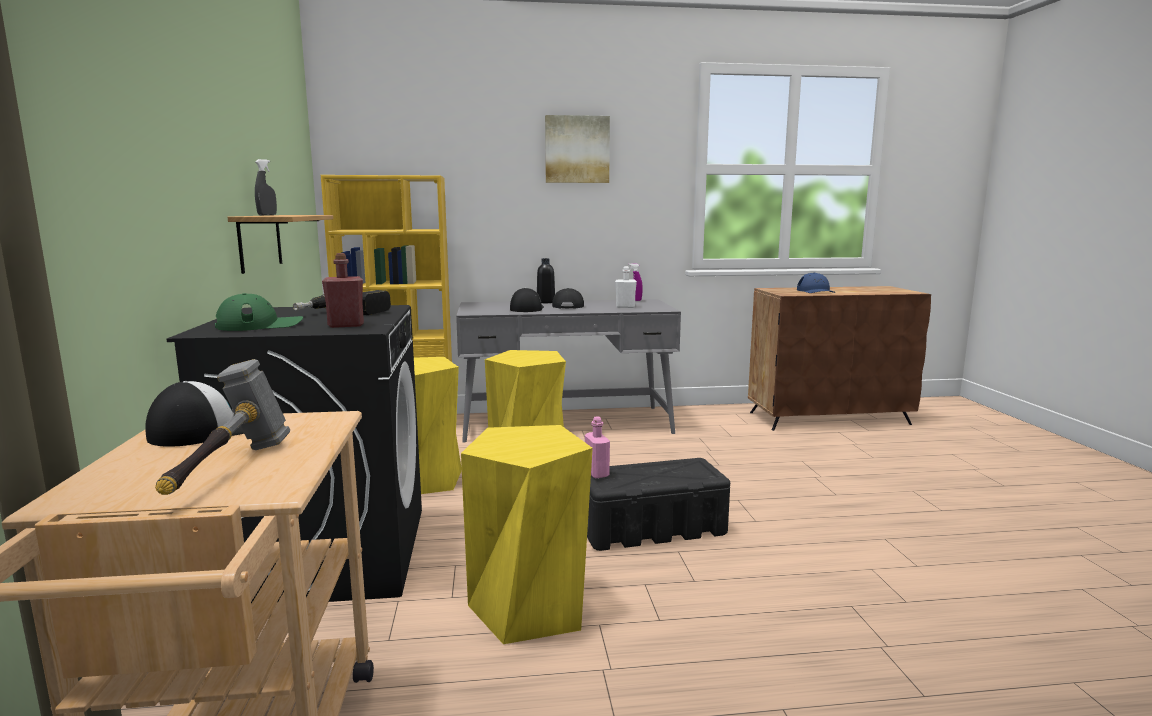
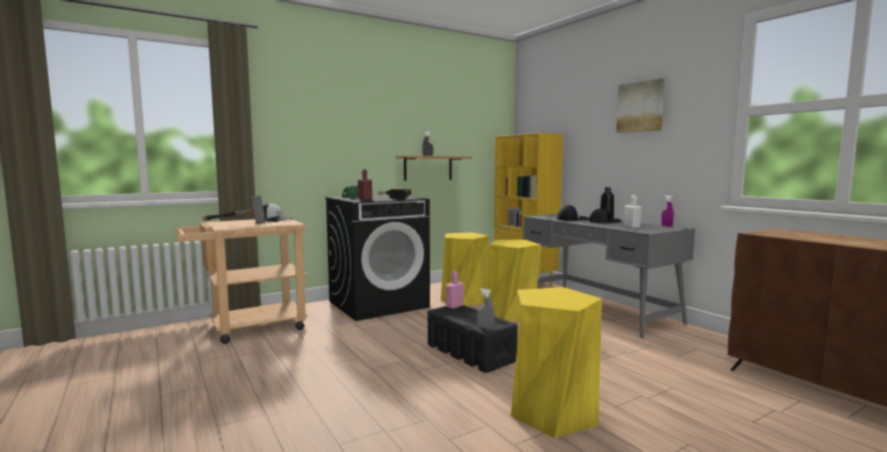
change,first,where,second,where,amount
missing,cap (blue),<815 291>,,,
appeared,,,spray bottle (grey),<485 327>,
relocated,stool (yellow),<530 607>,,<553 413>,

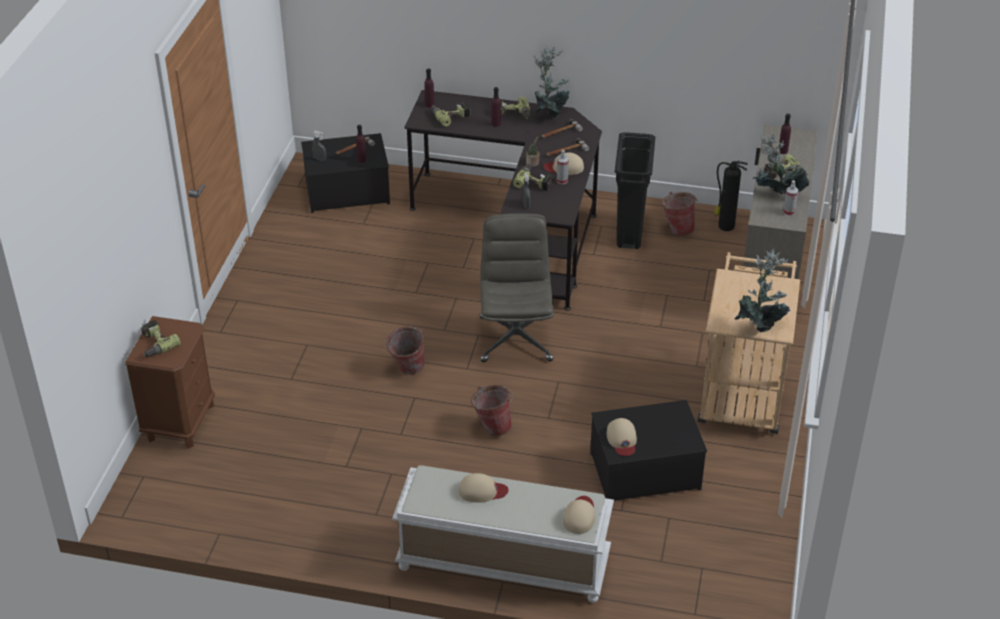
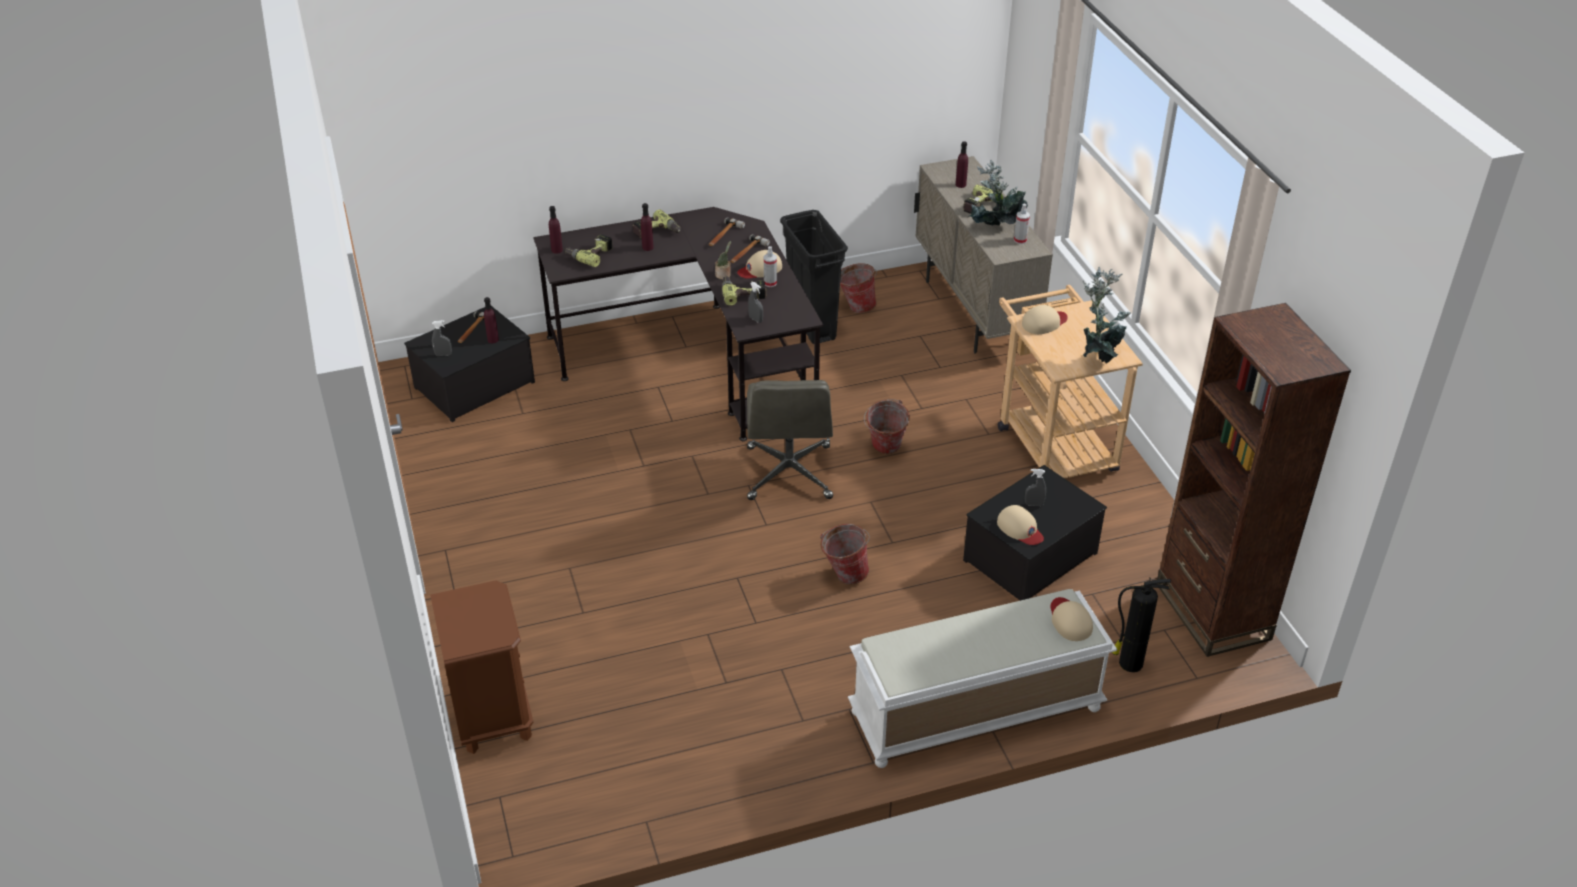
change,first,where,second,where,amount
missing,power drill,<154 344>,,,
missing,potted plant,<550 114>,,,
appeared,,,spray bottle (grey),<1034 504>,
appeared,,,bookcase (brown),<1212 611>,
relocated,bucket,<406 369>,,<884 450>,
relocated,cap (beige),<482 491>,,<1044 322>,
relocated,fire extinguisher,<725 226>,,<1129 663>,
spun,office chair (grey),<515 338>,,<789 474>,150 degrees counterclockwise

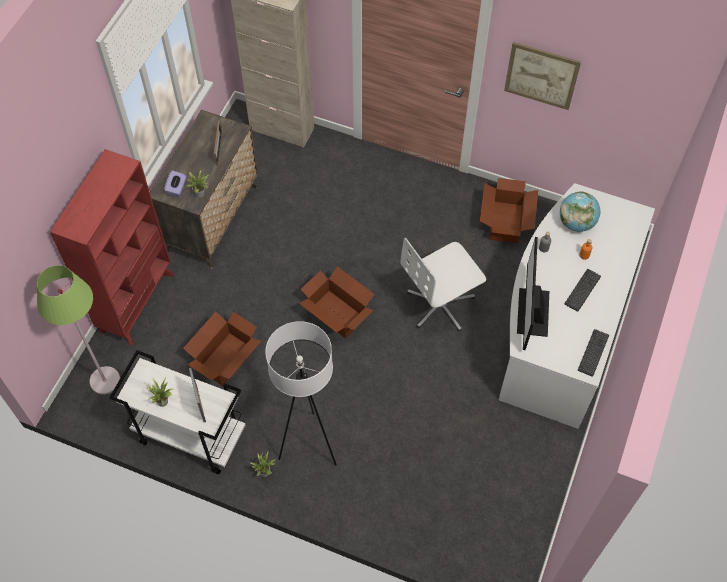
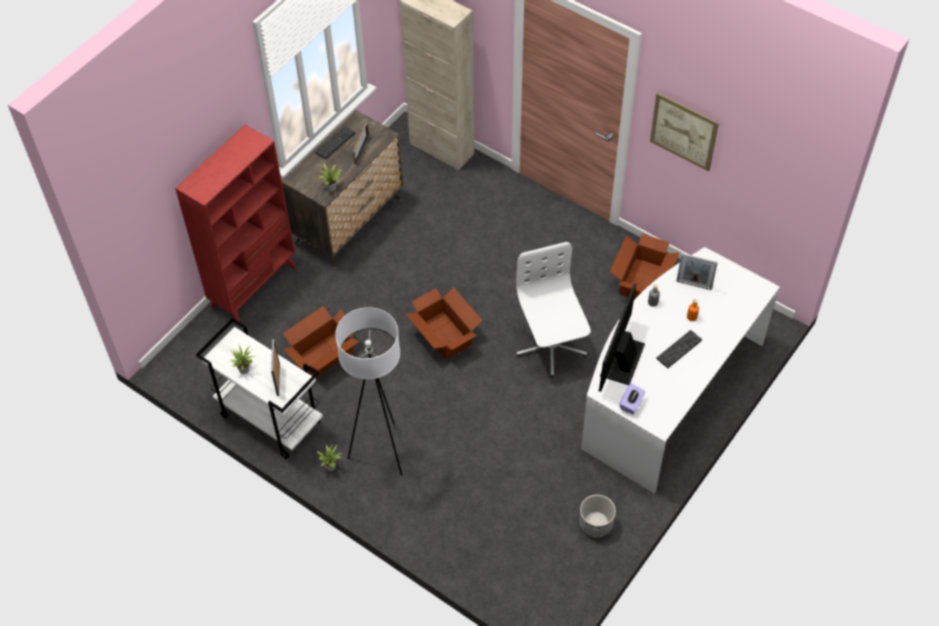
change,first,where,second,where,amount
missing,floor lamp (green),<105 380>,,,
appeared,,,planter,<595 524>,
relocated,tissue box (purple),<177 189>,,<631 404>,
relocated,keyboard,<593 353>,,<335 143>,
exchanged,globe,<576 223>,picture frame,<694 285>,
spun,office chair (white),<440 305>,,<551 347>,90 degrees clockwise

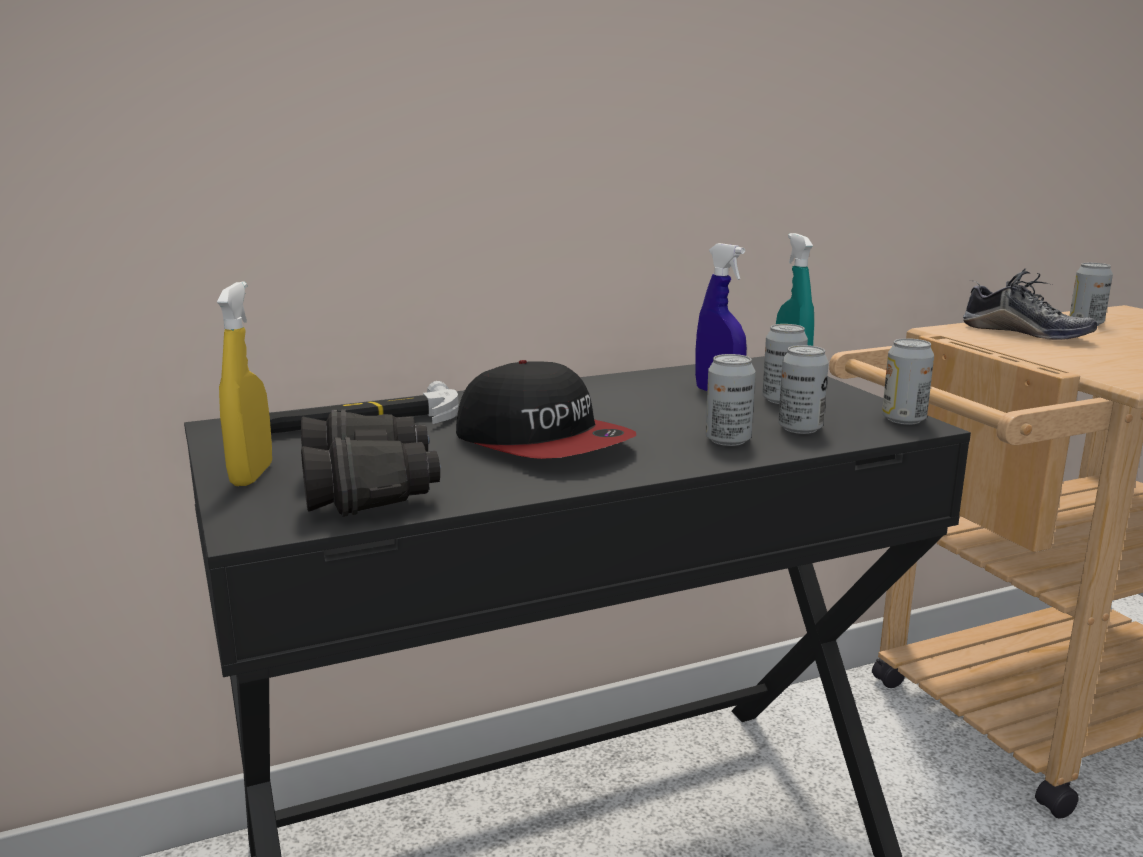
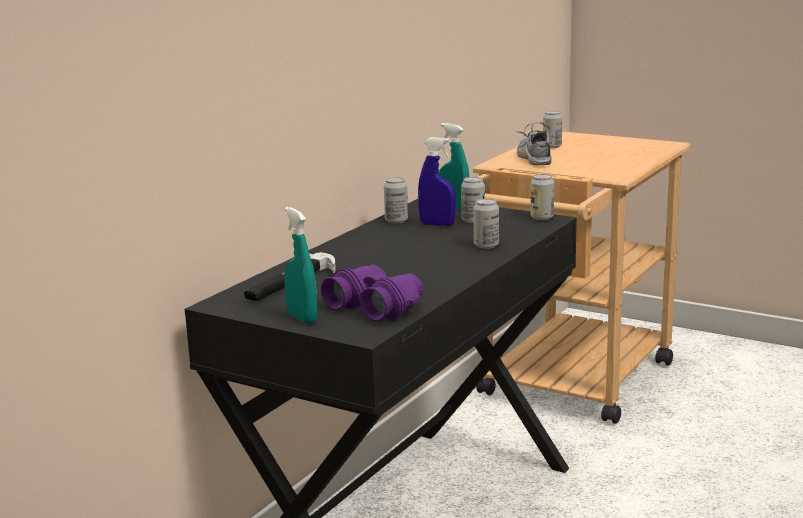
change,first,where,second,where,amount
missing,cap,<543 441>,,,
relocated,can,<800 428>,,<396 221>,
colour,spray bottle (yellow),<252 475>,spray bottle (turquoise),<302 318>,
colour,binoculars (black),<370 489>,binoculars (purple),<375 307>,
spun,shoe,<1025 333>,,<534 158>,105 degrees counterclockwise

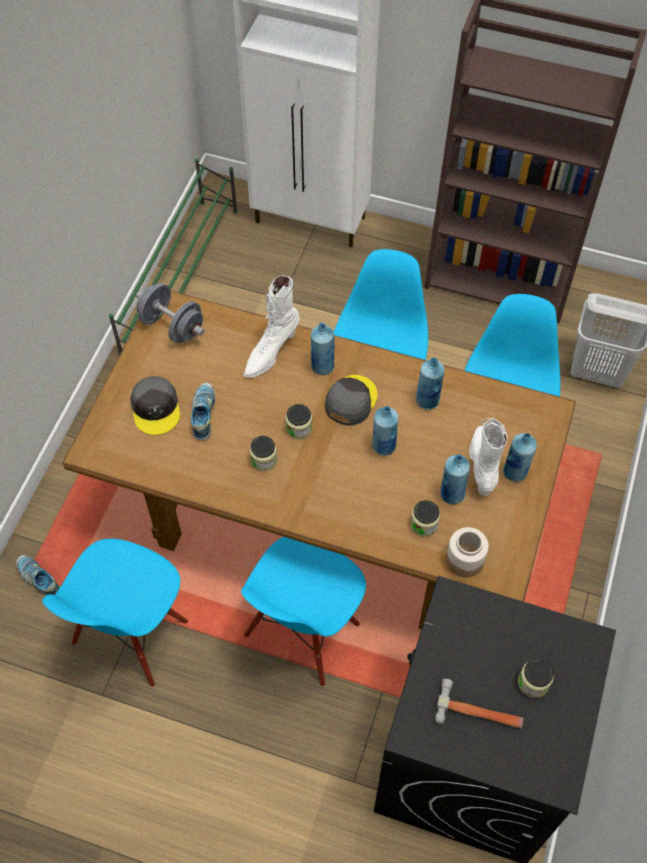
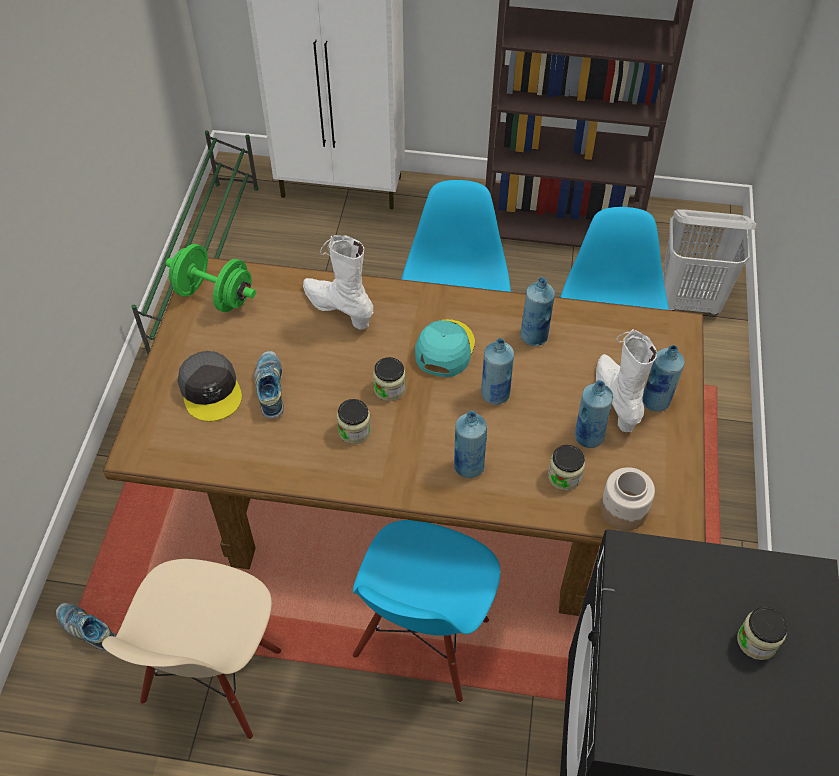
change,first,where,second,where,amount
missing,hammer,<479 713>,,,
relocated,bottle (blue),<322 366>,,<468 466>,
colour,chair (blue),<131 635>,chair (beige),<213 679>,
colour,dumbbell (grey),<172 326>,dumbbell (green),<214 296>,
colour,cap (grey),<350 401>,cap (turquoise),<444 349>,
spun,boot (white),<271 352>,,<338 309>,105 degrees clockwise

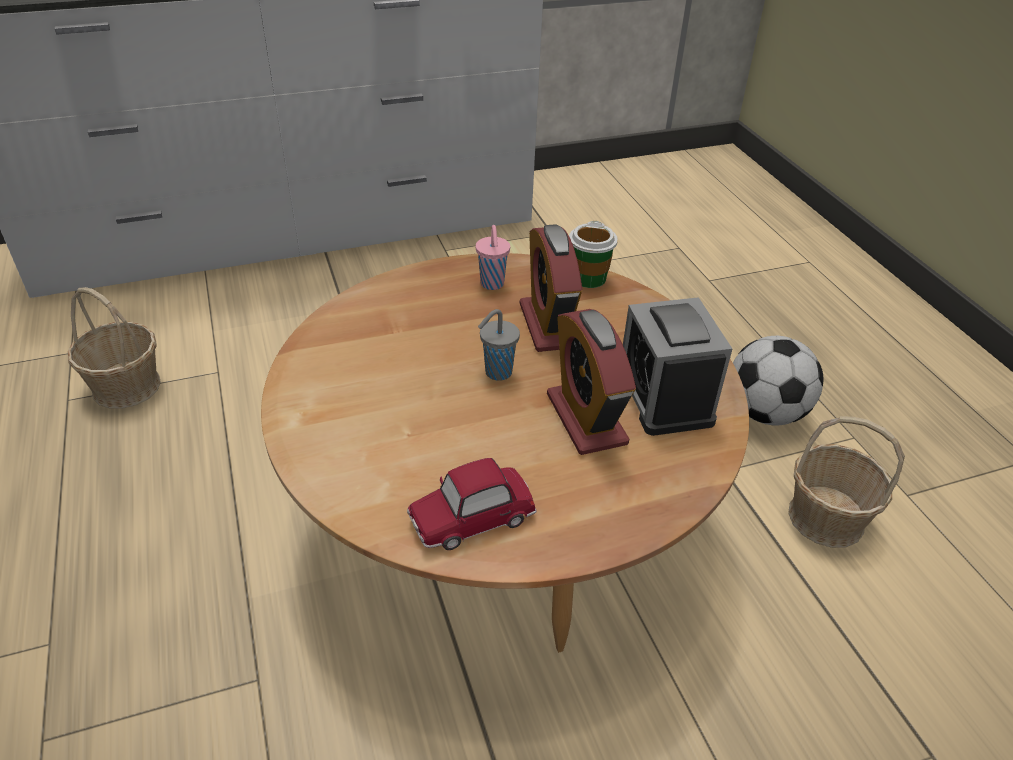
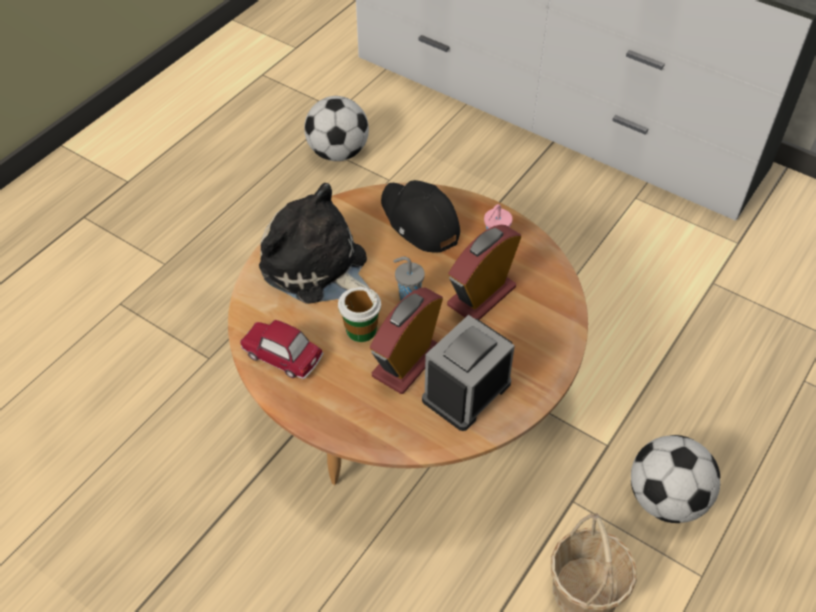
change,first,where,second,where,amount
appeared,,,plush toy,<318 269>,
appeared,,,cap (black),<419 222>,
relocated,cup,<588 278>,,<361 330>,
exchanged,basket,<126 386>,football,<338 153>,

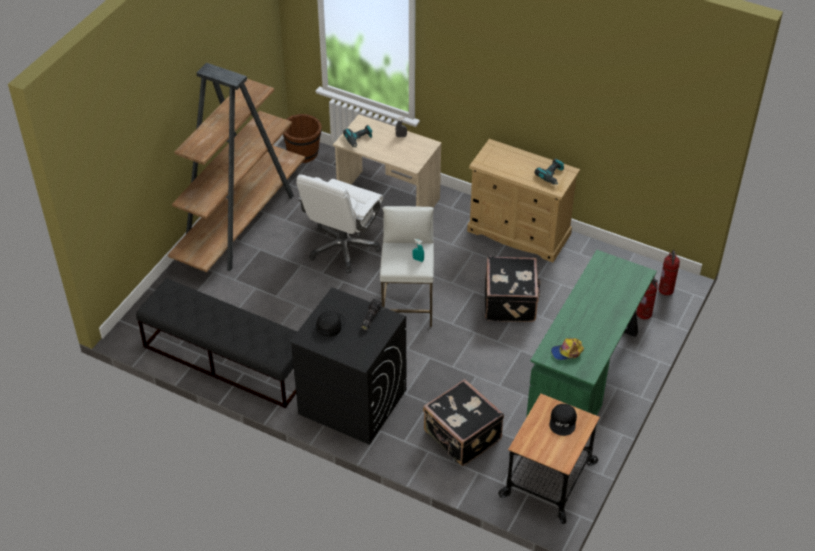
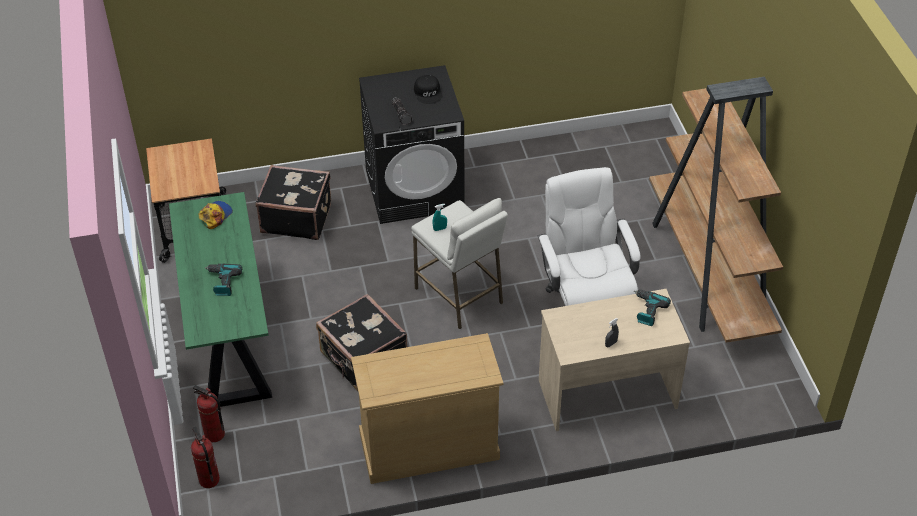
change,first,where,second,where,amount
missing,bench (black),<226 359>,,,
missing,bucket (brown),<303 153>,,,
missing,cap (black),<563 421>,,,
relocated,power drill,<552 175>,,<222 282>,

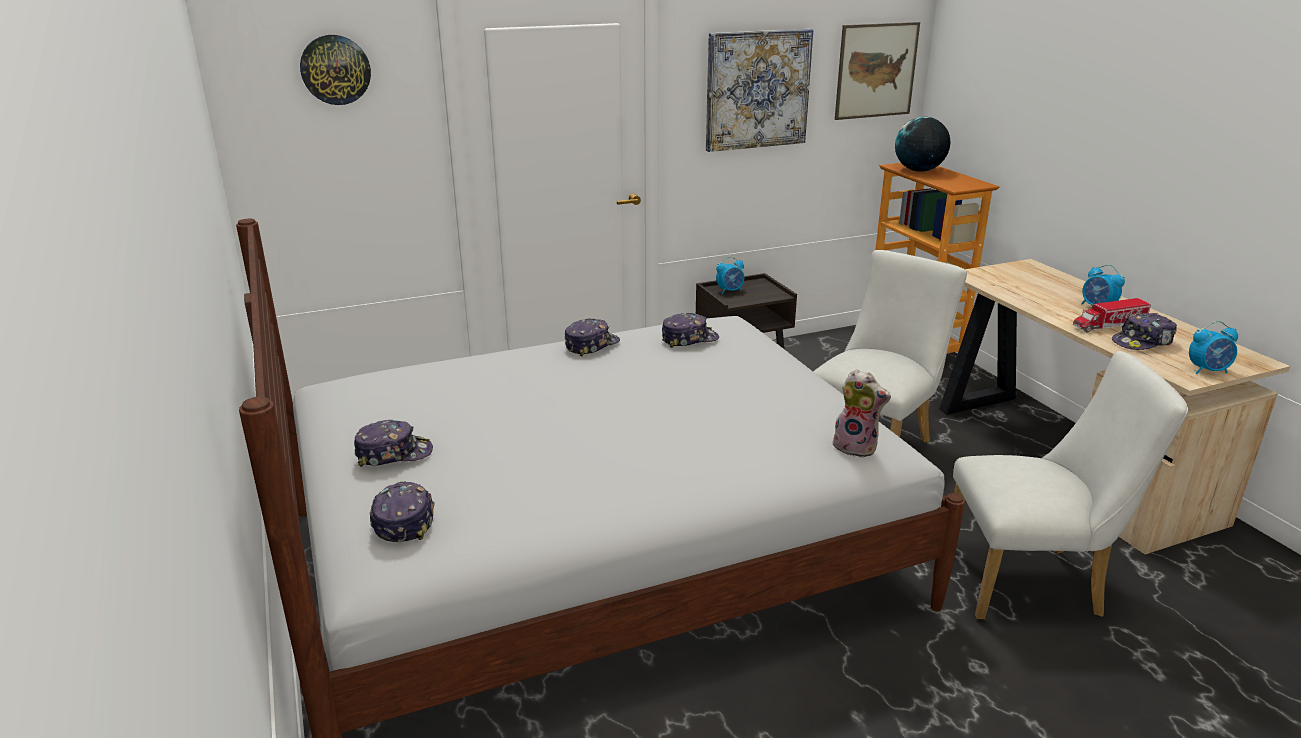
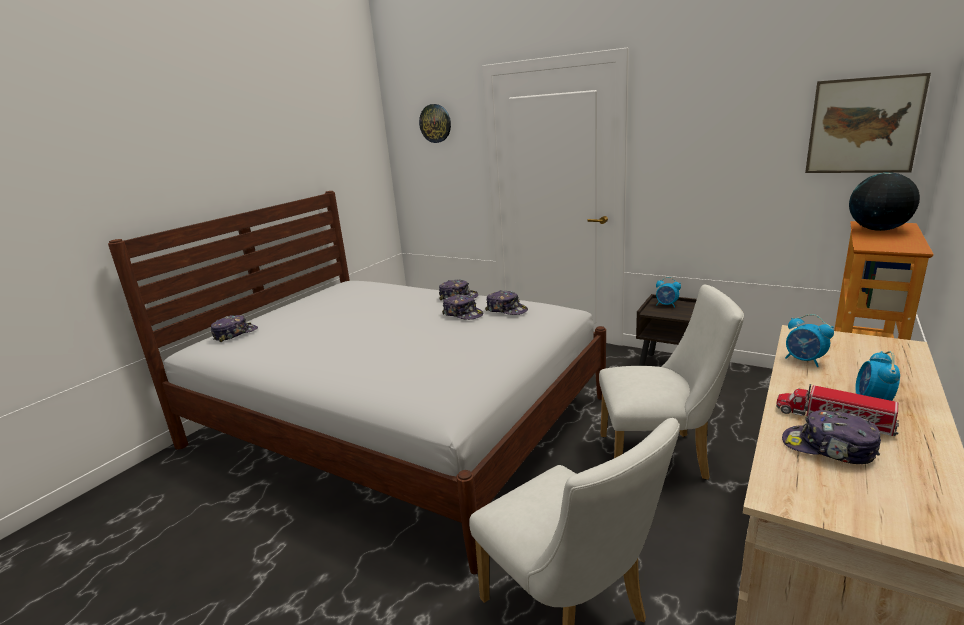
change,first,where,second,where,amount
missing,picture,<757 89>,,,
missing,plush toy,<856 447>,,,
relocated,cap,<394 453>,,<463 314>,
relocated,alarm clock,<1208 370>,,<804 360>,

